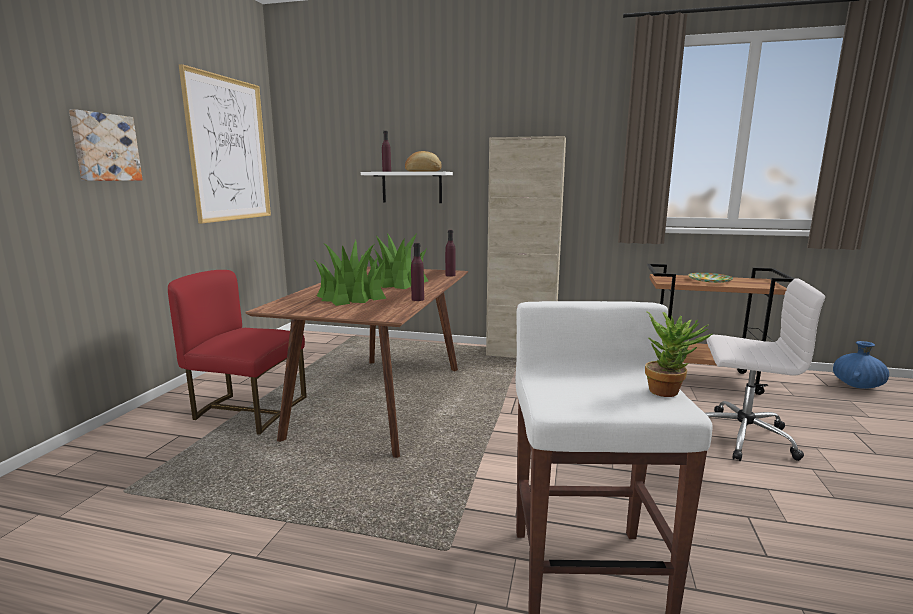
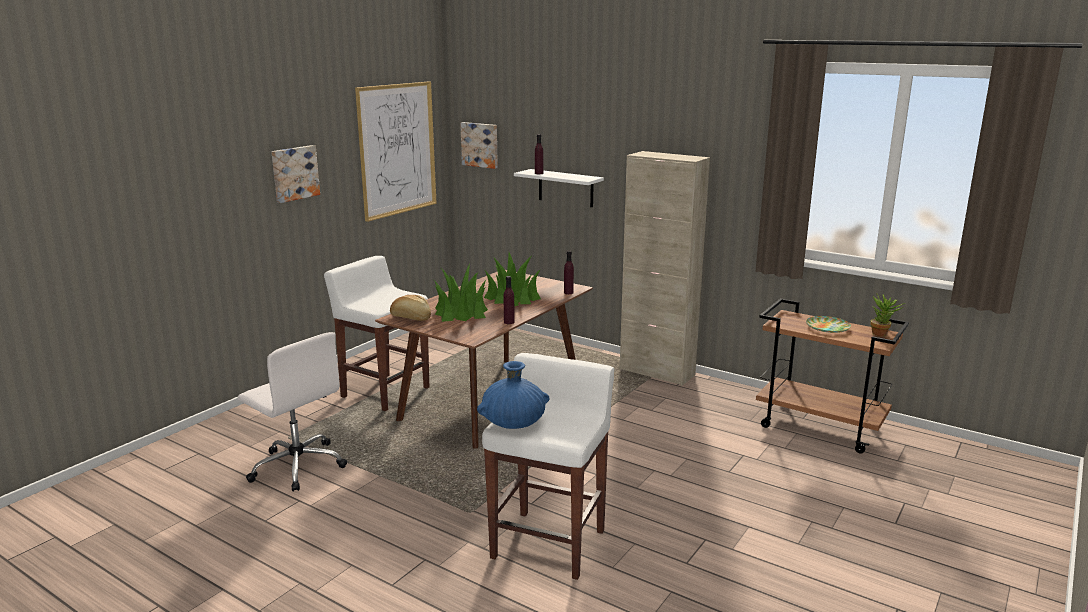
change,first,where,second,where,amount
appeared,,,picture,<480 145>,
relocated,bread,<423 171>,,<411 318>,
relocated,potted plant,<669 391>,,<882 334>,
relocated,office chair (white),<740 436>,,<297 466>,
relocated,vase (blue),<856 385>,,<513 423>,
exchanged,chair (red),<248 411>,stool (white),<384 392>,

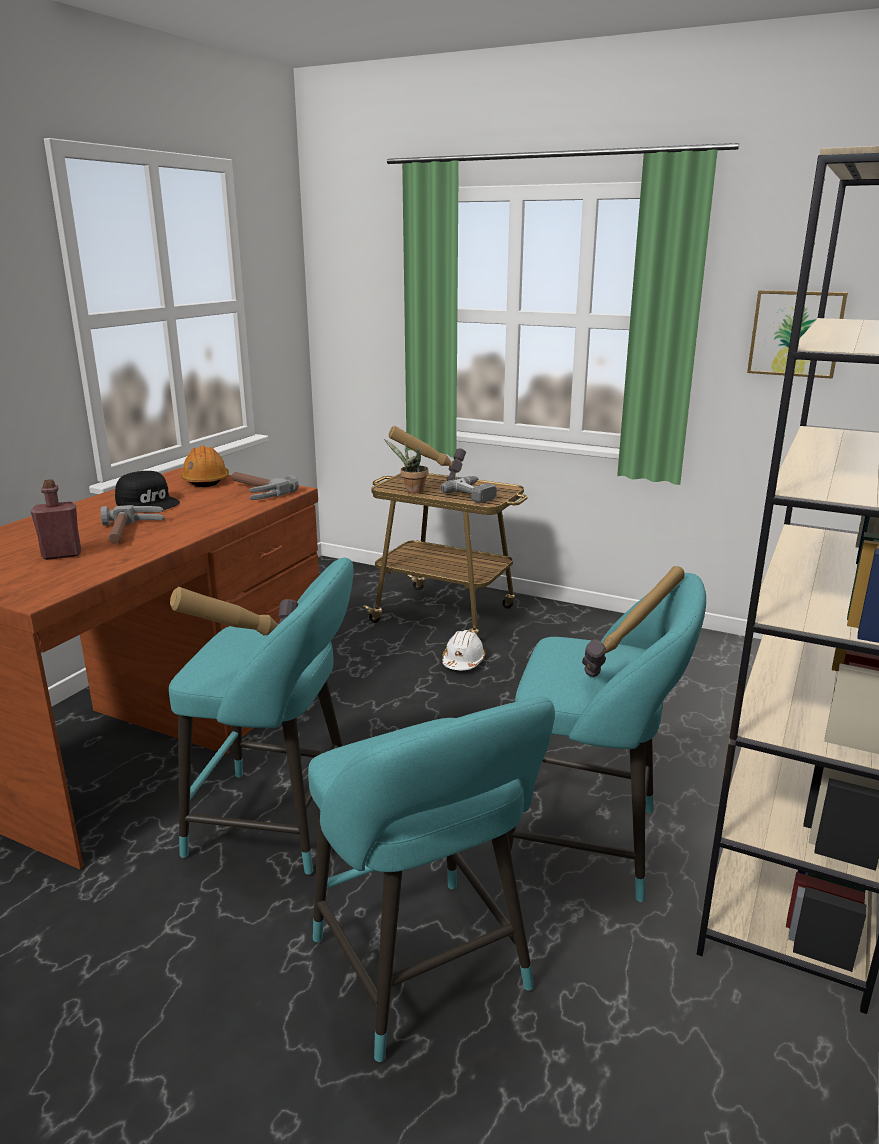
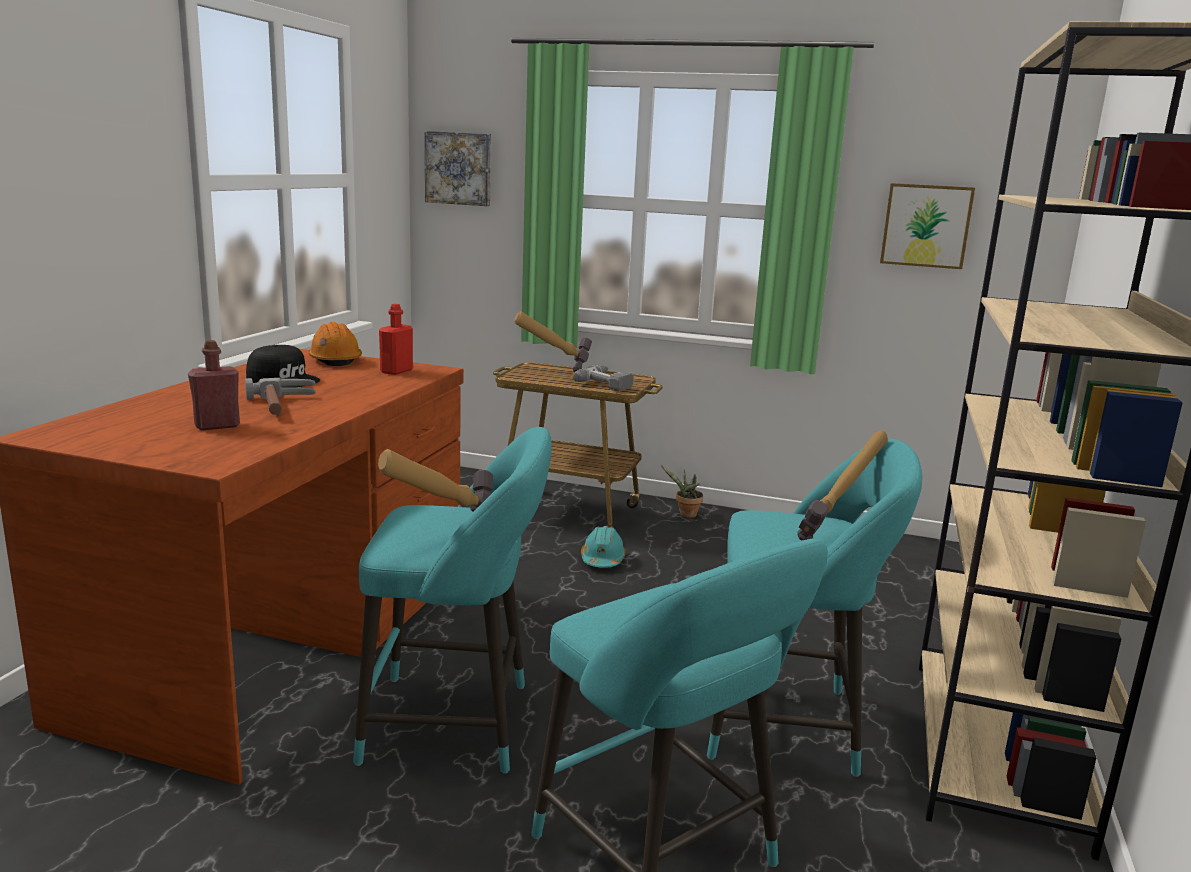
change,first,where,second,where,amount
appeared,,,picture,<459 168>,
relocated,potted plant,<412 491>,,<685 515>,
exchanged,hammer,<253 492>,bottle (red),<396 371>,
colour,hard hat (white),<463 661>,hard hat (turquoise),<602 559>,

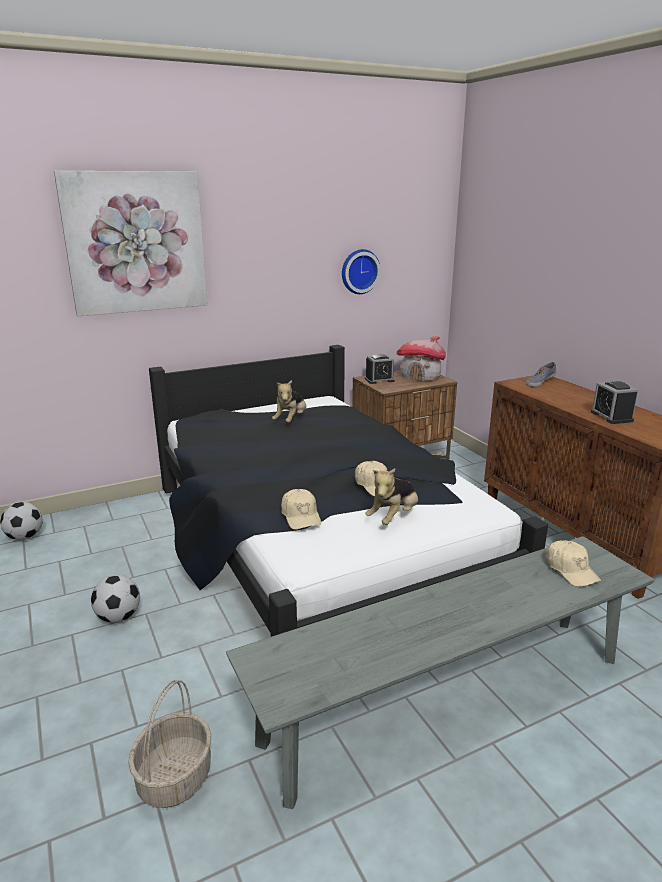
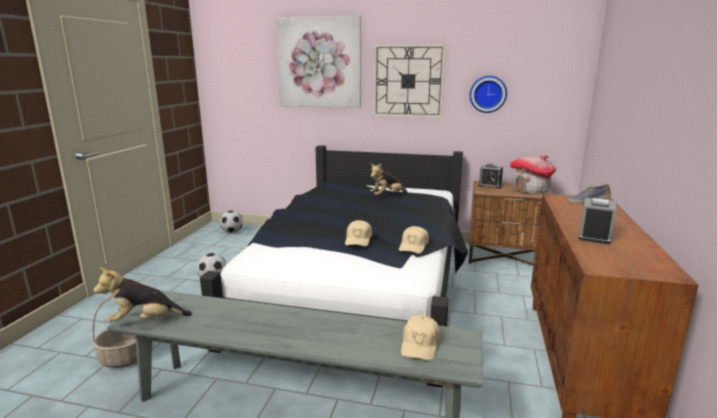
change,first,where,second,where,amount
appeared,,,wall clock,<408 81>,
relocated,cap (beige),<301 516>,,<413 246>,
relocated,plush toy,<394 517>,,<145 321>,

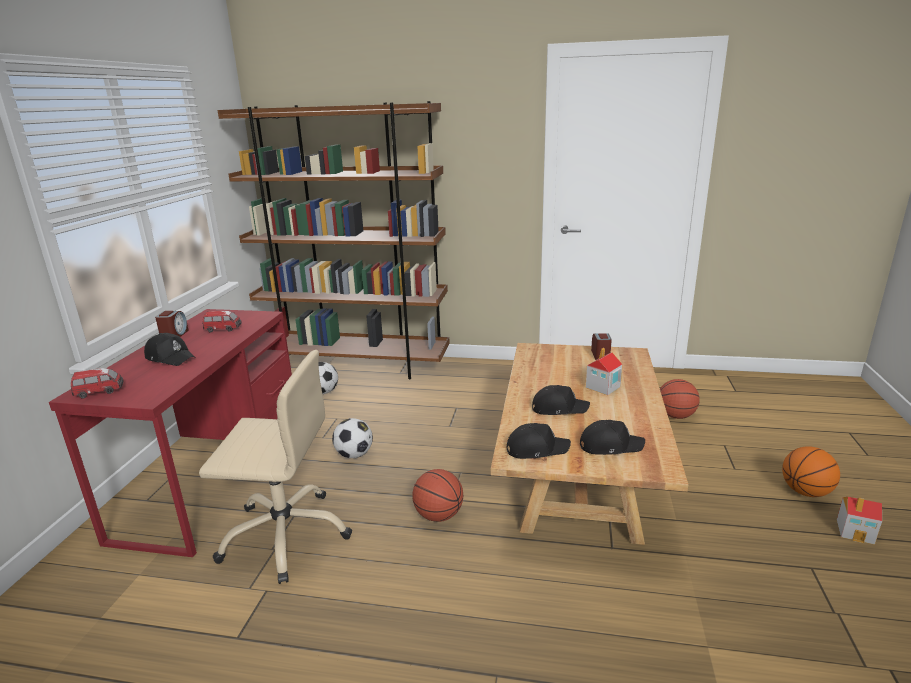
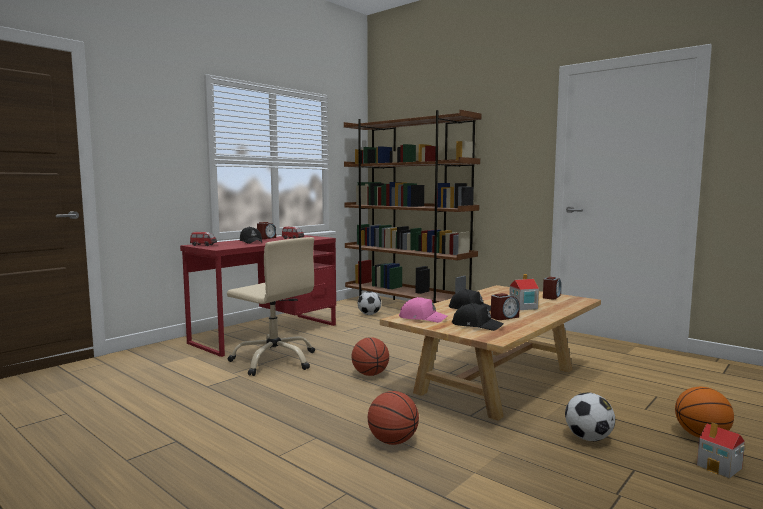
change,first,where,second,where,amount
appeared,,,alarm clock,<504 317>,
relocated,football,<354 455>,,<588 438>,
relocated,basketball,<675 416>,,<393 441>,
colour,cap (black),<536 449>,cap (pink),<422 318>,

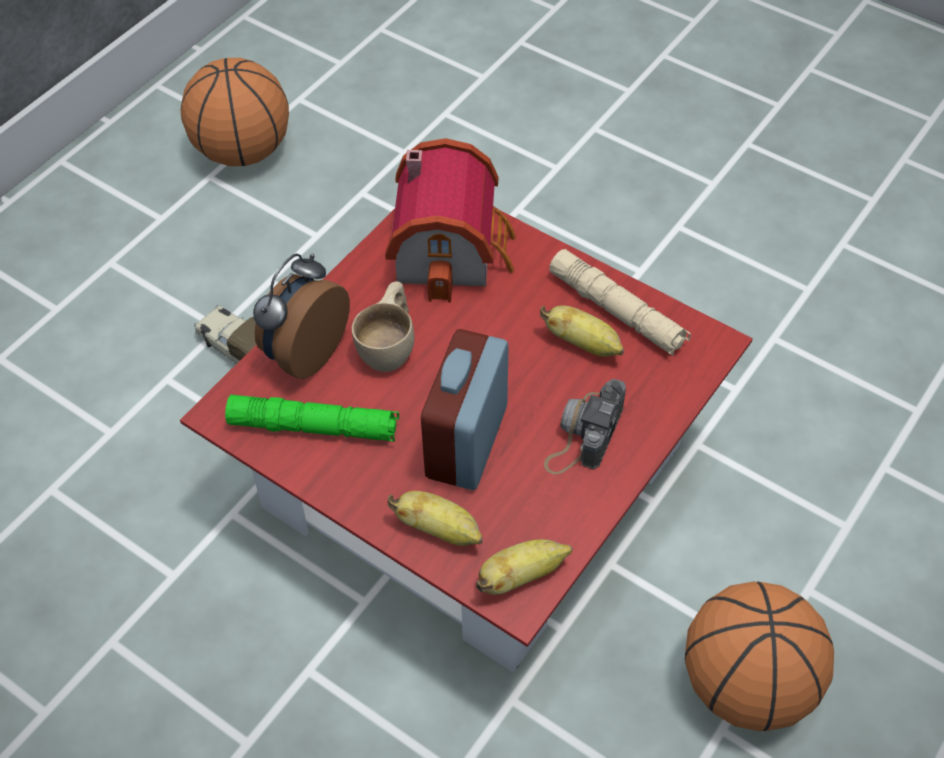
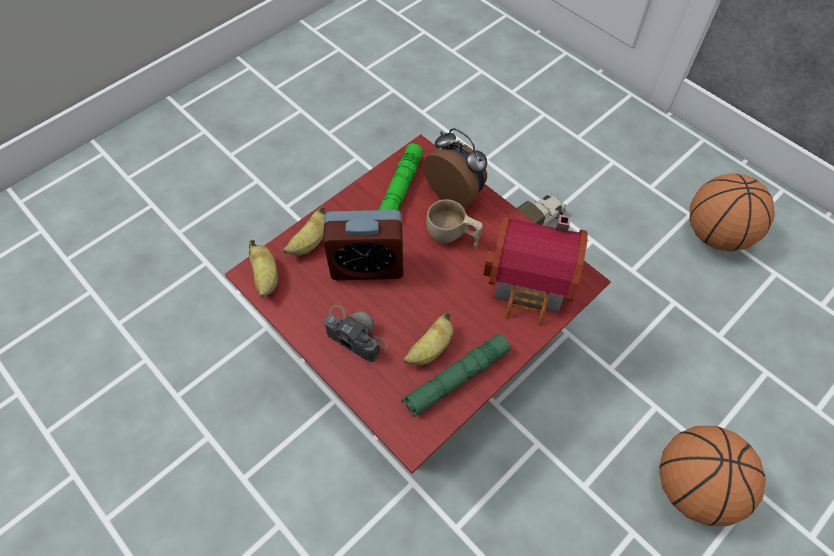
change,first,where,second,where,amount
relocated,basketball,<746 685>,,<693 486>,
colour,flashlight (beige),<617 311>,flashlight (green),<456 379>,
spun,alarm clock,<466 442>,,<367 266>,150 degrees clockwise

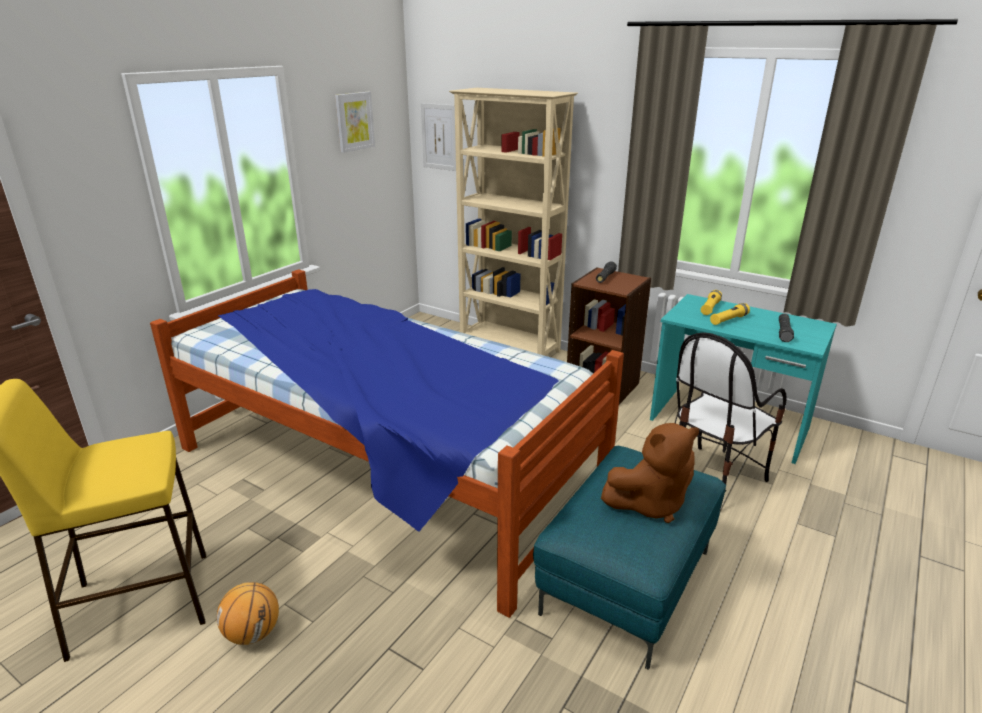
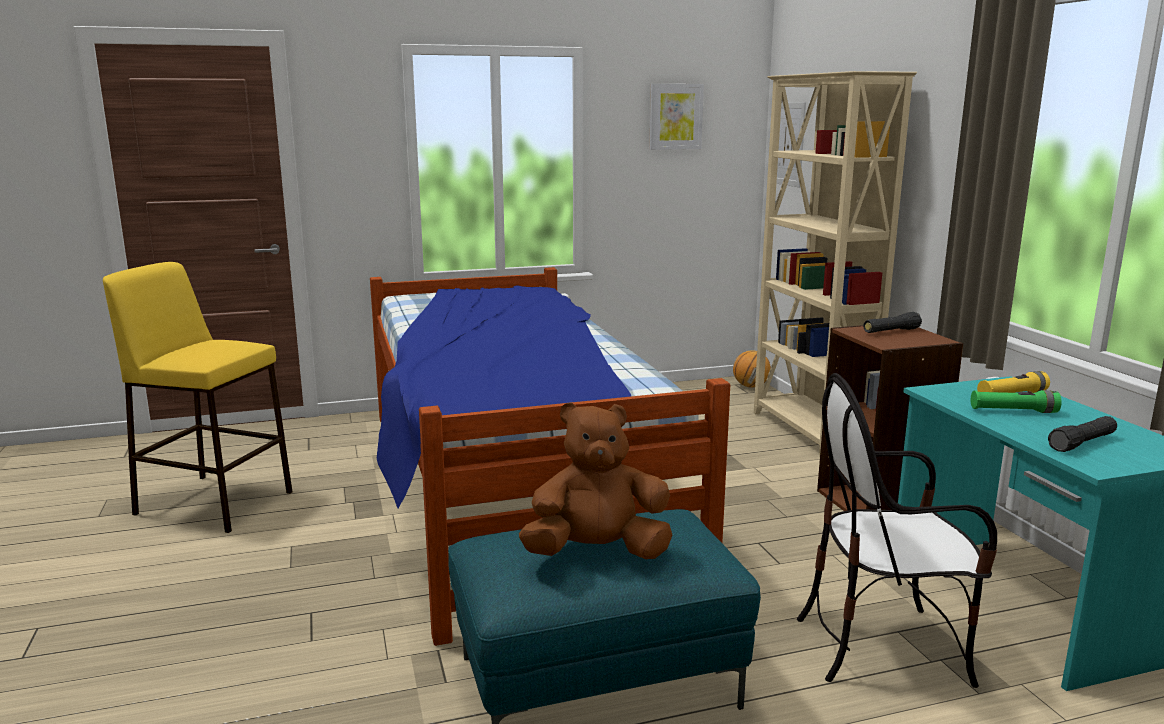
change,first,where,second,where,amount
relocated,basketball,<253 633>,,<750 386>,
colour,flashlight (yellow),<728 320>,flashlight (green),<1013 411>,
spun,plush toy (brown),<650 503>,,<597 552>,150 degrees clockwise

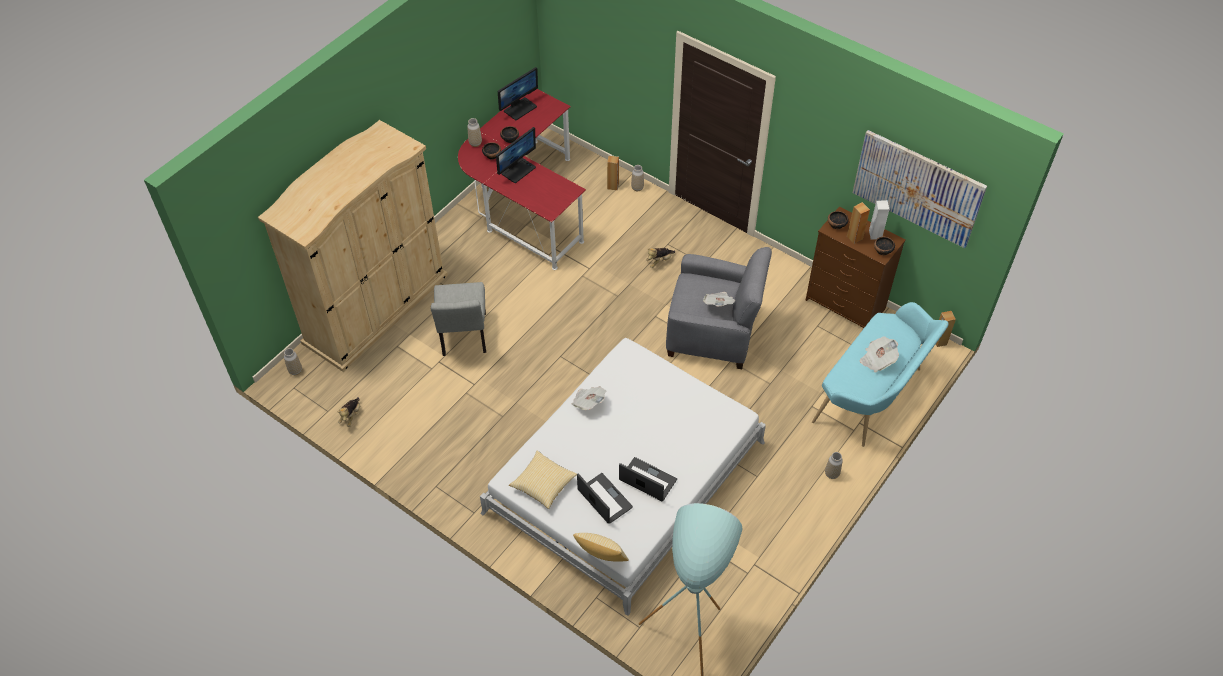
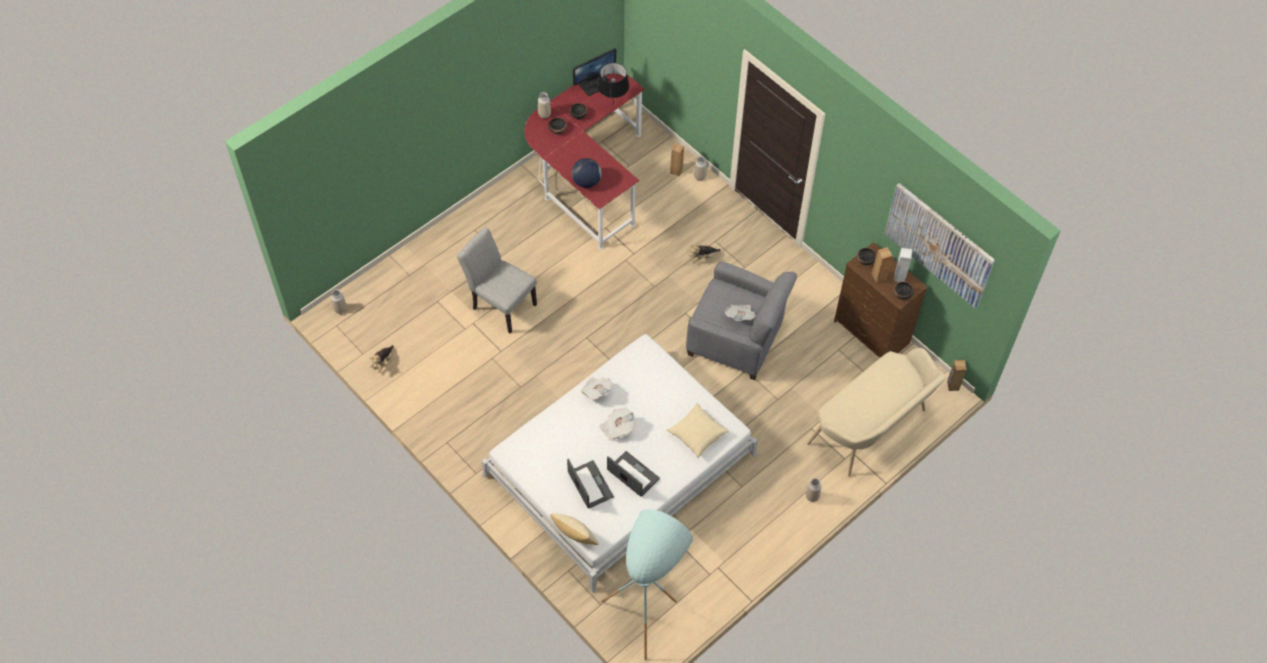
change,first,where,second,where,amount
missing,wardrobe (beige),<376 308>,,,
missing,monitor,<518 170>,,,
appeared,,,globe,<586 182>,
appeared,,,table lamp (black),<613 104>,
relocated,pillow,<543 484>,,<697 434>,
relocated,newspaper,<877 360>,,<617 428>,
colour,bench (turquoise),<872 397>,bench (beige),<872 429>,
spun,chair (grey),<464 338>,,<500 304>,120 degrees clockwise

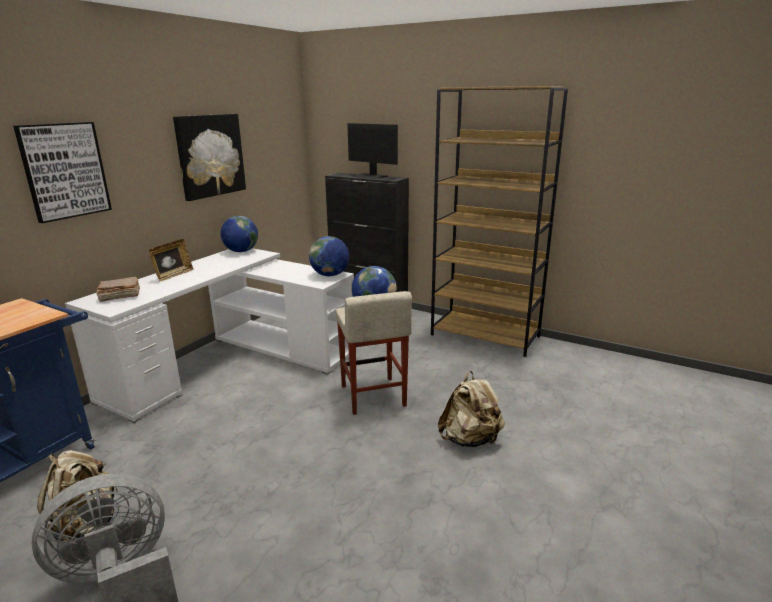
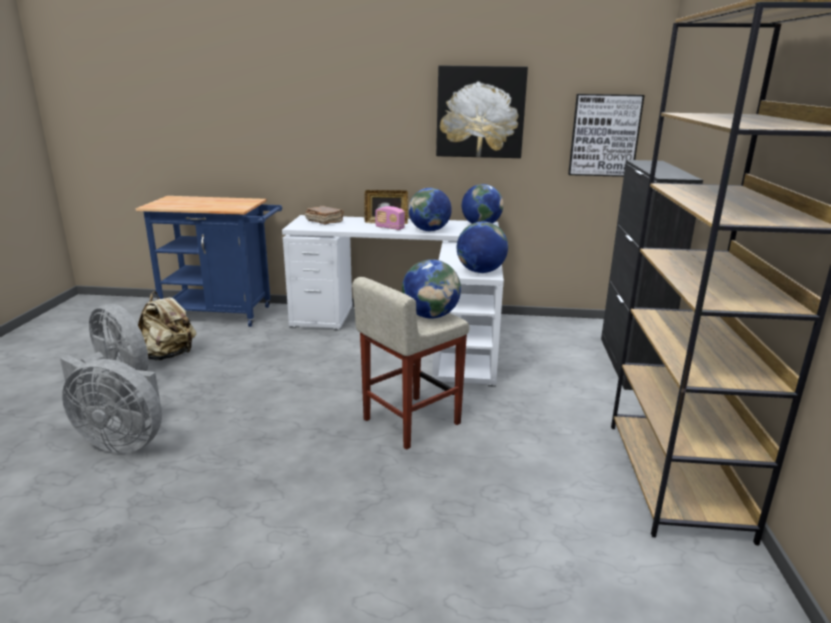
change,first,where,second,where,amount
missing,monitor,<370 176>,,,
missing,backpack (beige),<470 439>,,,
appeared,,,fan (grey),<126 441>,
appeared,,,radio,<390 228>,
appeared,,,globe,<429 230>,
relocated,picture,<64 171>,,<604 135>,

